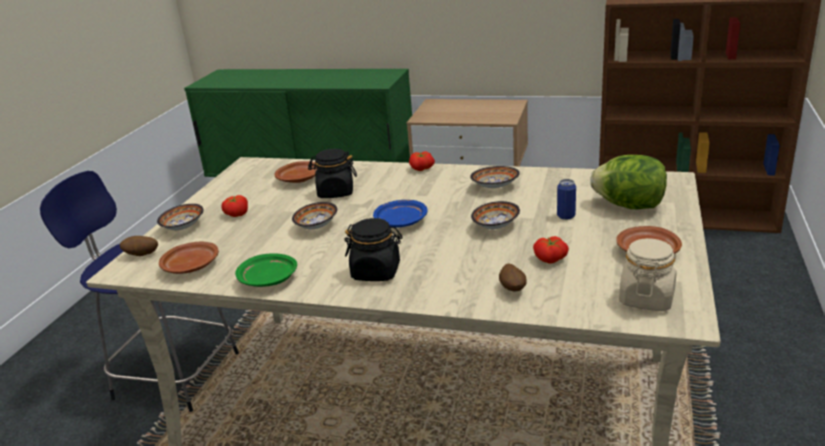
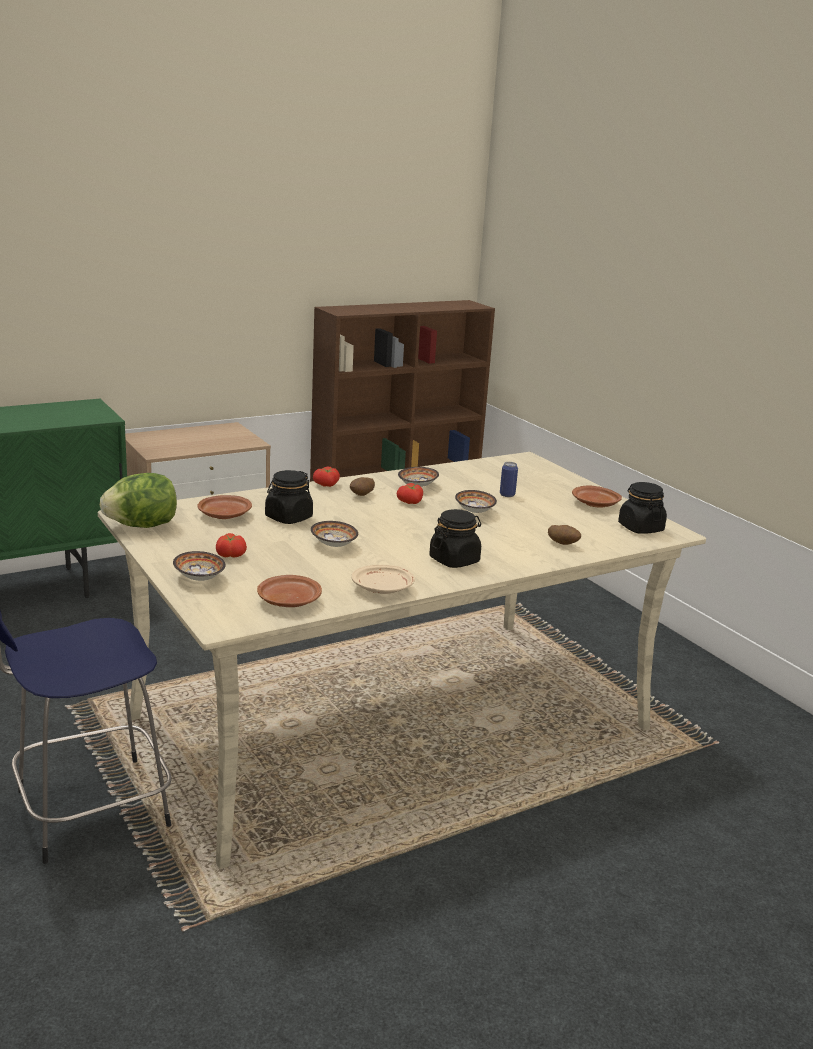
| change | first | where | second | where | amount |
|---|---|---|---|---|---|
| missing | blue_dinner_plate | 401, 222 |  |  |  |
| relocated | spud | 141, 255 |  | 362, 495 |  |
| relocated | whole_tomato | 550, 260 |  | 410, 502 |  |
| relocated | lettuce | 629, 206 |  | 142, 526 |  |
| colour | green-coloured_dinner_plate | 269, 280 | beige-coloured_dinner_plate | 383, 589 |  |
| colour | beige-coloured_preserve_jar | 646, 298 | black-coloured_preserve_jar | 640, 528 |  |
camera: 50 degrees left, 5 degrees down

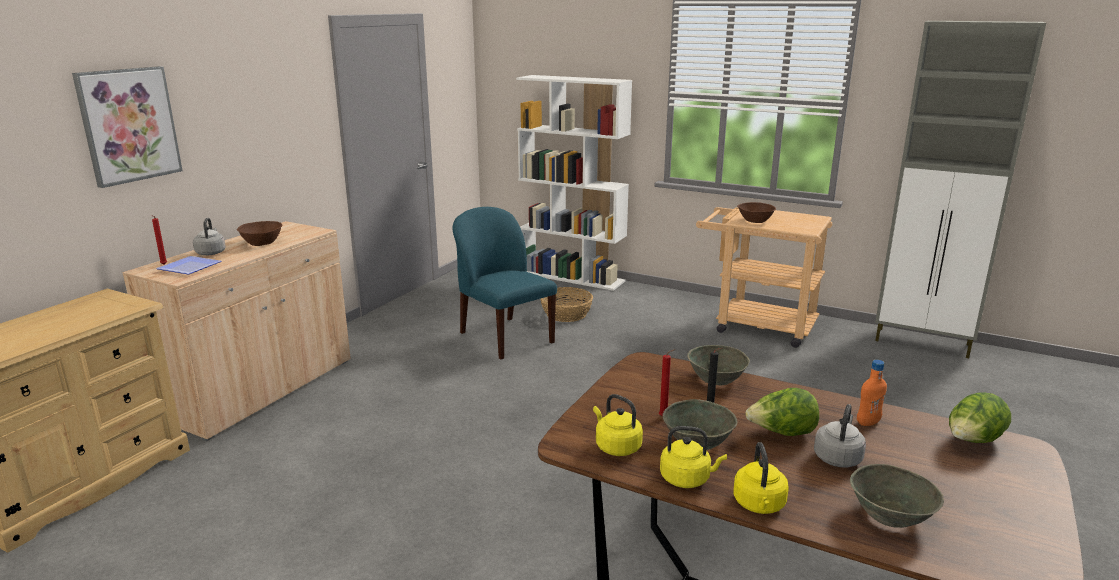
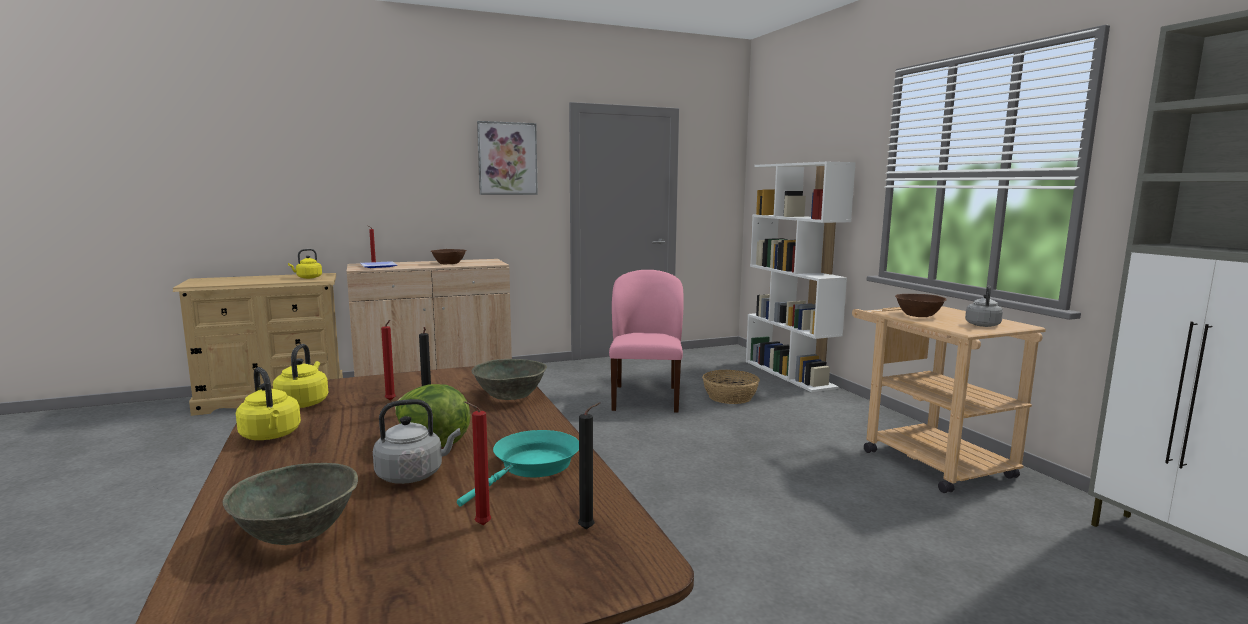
| change | first | where | second | where | amount |
|---|---|---|---|---|---|
| missing | gray_deep_dish | 698, 442 |  |  |  |
| appeared |  |  | red-coloured_wax_light | 480, 525 |  |
| relocated | wall_picture | 128, 125 |  | 507, 158 |  |
| relocated | gray_water_kettle | 211, 252 |  | 982, 324 |  |
| relocated | yellow_water_kettle | 759, 505 |  | 308, 278 |  |
| exchanged | orange-coloured_bottle | 868, 422 | blue-green_frying_pan | 532, 467 |  |
| exchanged | lettuce | 972, 442 | black-coloured_wax_light | 589, 529 |  |
| colour | blue_plain_chair | 505, 337 | pinkish_plain_chair | 645, 398 |  |
camera: 40 degrees right, 10 degrees down

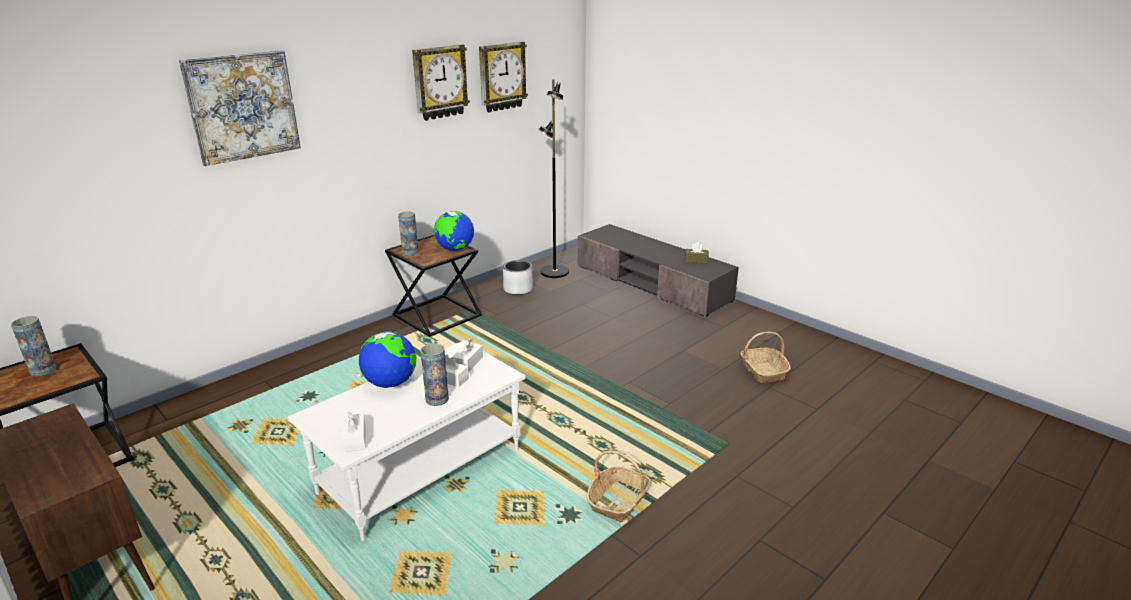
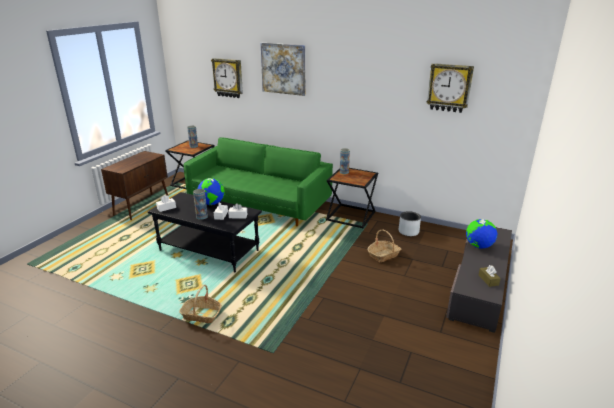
| change | first | where | second | where | amount |
|---|---|---|---|---|---|
| missing | black-coloured_standard_lamp | 554, 272 |  |  |  |
| appeared |  |  | green-coloured_sofa | 259, 204 |  |
| relocated | clock_on_the_wall | 439, 82 |  | 228, 78 |  |
| relocated | desk_globe | 455, 249 |  | 478, 246 |  |
| relocated | storage_basket | 762, 371 |  | 383, 255 |  |
| colour | white_low_table | 421, 470 | black-coloured_low_table | 210, 250 |  |
camera: 70 degrees right, 0 degrees up

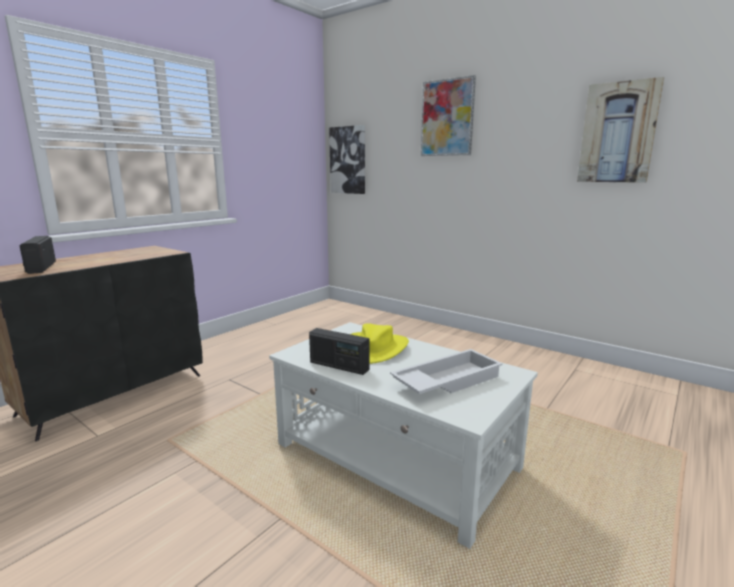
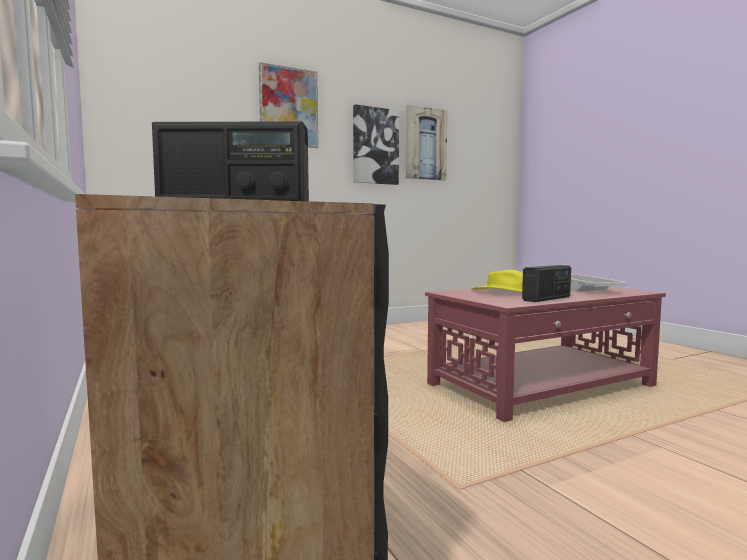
| change | first | where | second | where | amount |
|---|---|---|---|---|---|
| relocated | wall_picture | 348, 160 |  | 375, 146 |  |
| colour | white_low_table | 396, 457 | red-coloured_low_table | 542, 385 |  |
camera: 65 degrees left, 10 degrees down

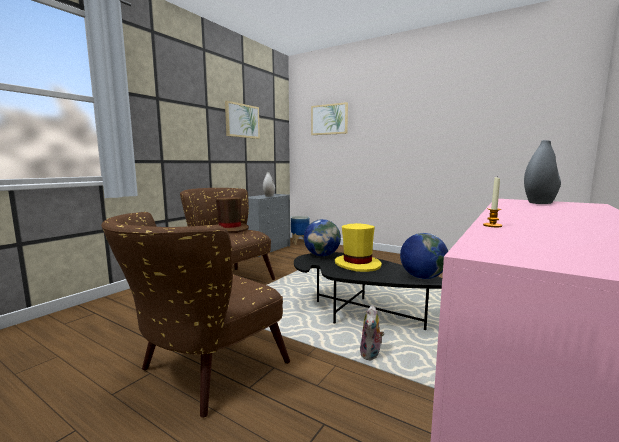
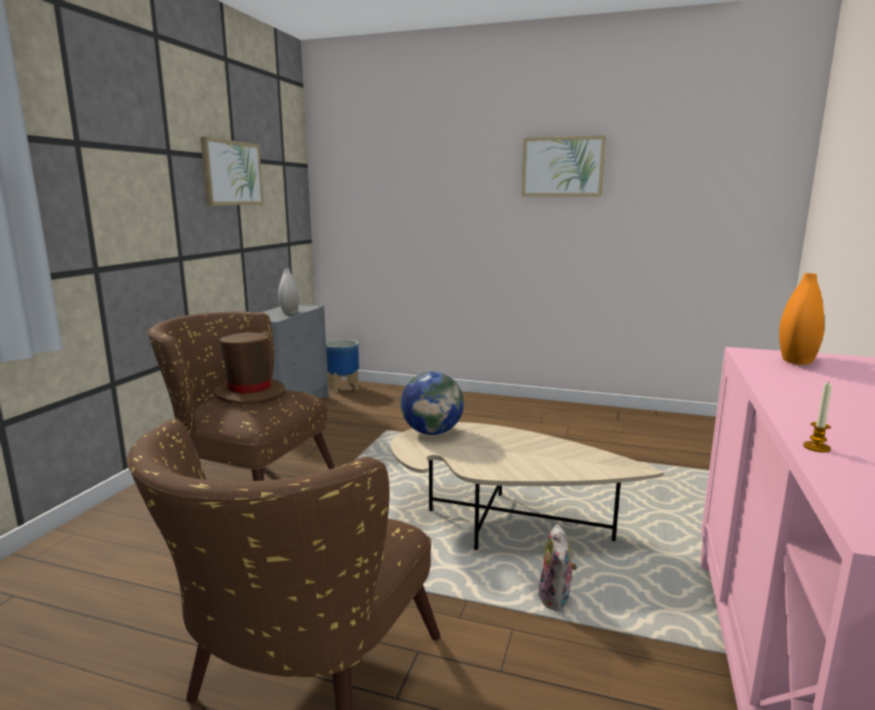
| change | first | where | second | where | amount |
|---|---|---|---|---|---|
| missing | yellow_clothing_hat | 357, 264 |  |  |  |
| missing | desk_globe | 422, 277 |  |  |  |
| relocated | wall_picture | 329, 119 |  | 562, 167 |  |
| colour | black-coloured_low_table | 357, 312 | beige-coloured_low_table | 502, 522 |  |
| colour | gray_flower_vase | 539, 202 | orange-coloured_flower_vase | 796, 360 |  |
camera: 15 degrees left, 5 degrees up

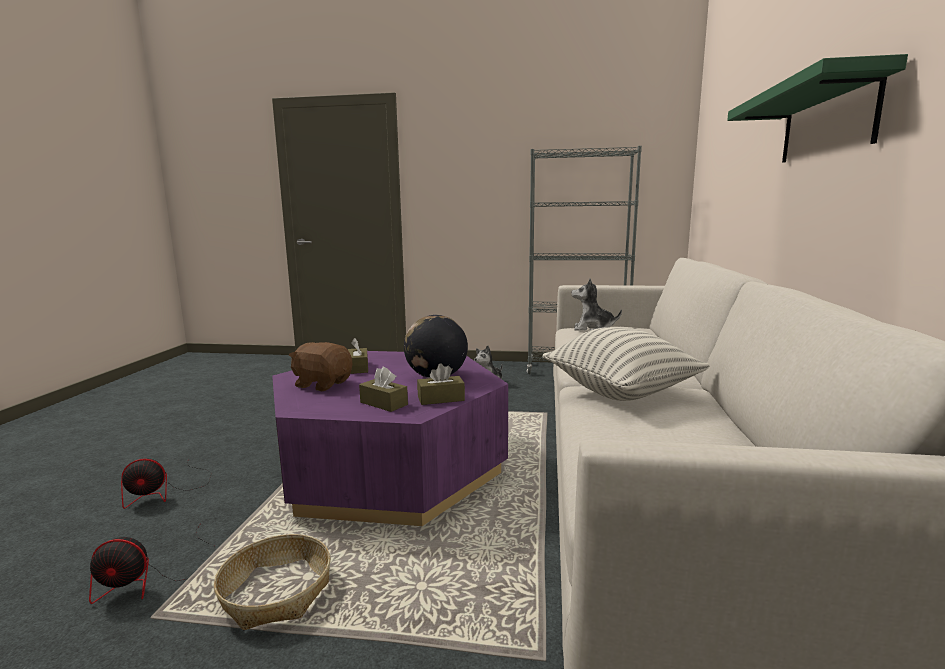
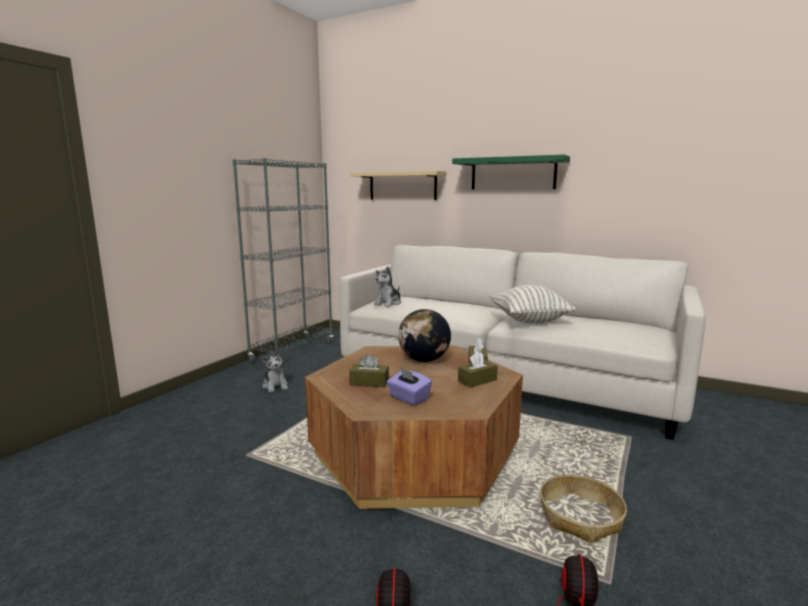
| change | first | where | second | where | amount |
|---|---|---|---|---|---|
| appeared |  |  | beige-coloured_shelf | 402, 186 |  |
| exchanged | brown_plush_toy | 322, 384 | purplish_tissue_box | 408, 398 |  |
| colour | purplish_low_table | 391, 467 | brown_low_table | 414, 453 |  |
camera: 70 degrees left, 0 degrees up

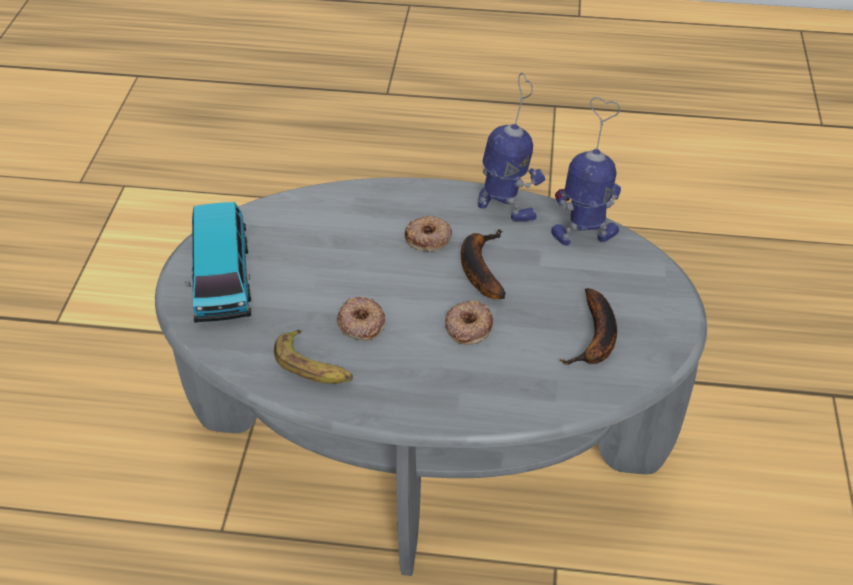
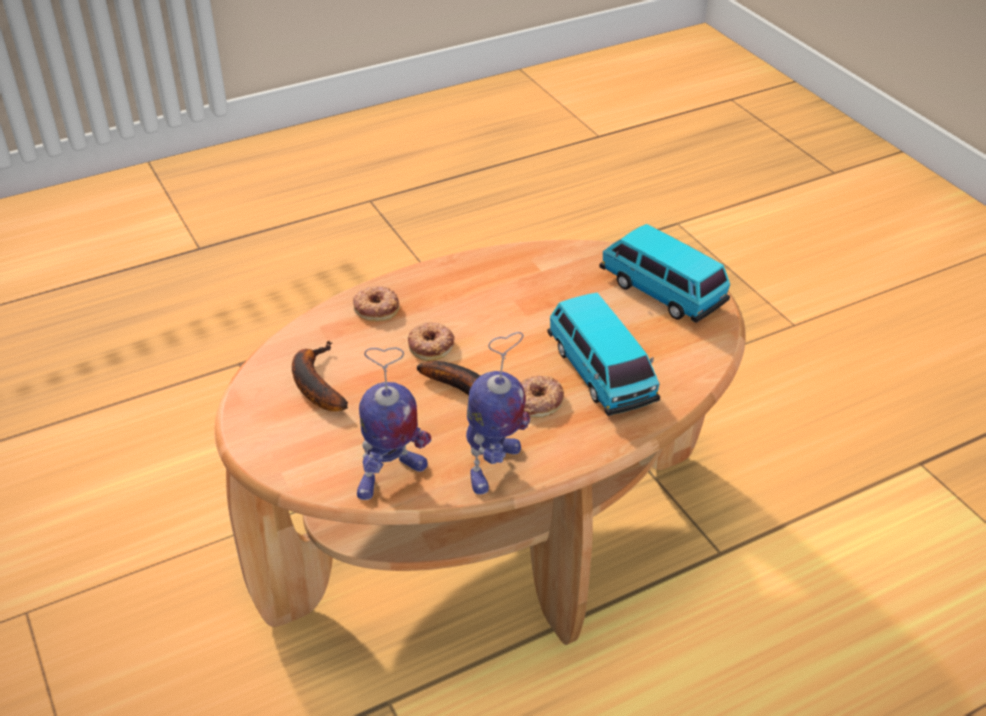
| change | first | where | second | where | amount |
|---|---|---|---|---|---|
| missing | banana | 313, 366 |  |  |  |
| appeared |  |  | toy_car | 601, 373 |  |
| relocated | donut | 361, 323 |  | 376, 307 |  |
| colour | gray_low_table | 427, 448 | brown_low_table | 492, 535 |  |
| spun | model_robot | 506, 208 |  | 493, 467 | 60 degrees counterclockwise |
camera: 145 degrees right, 5 degrees down

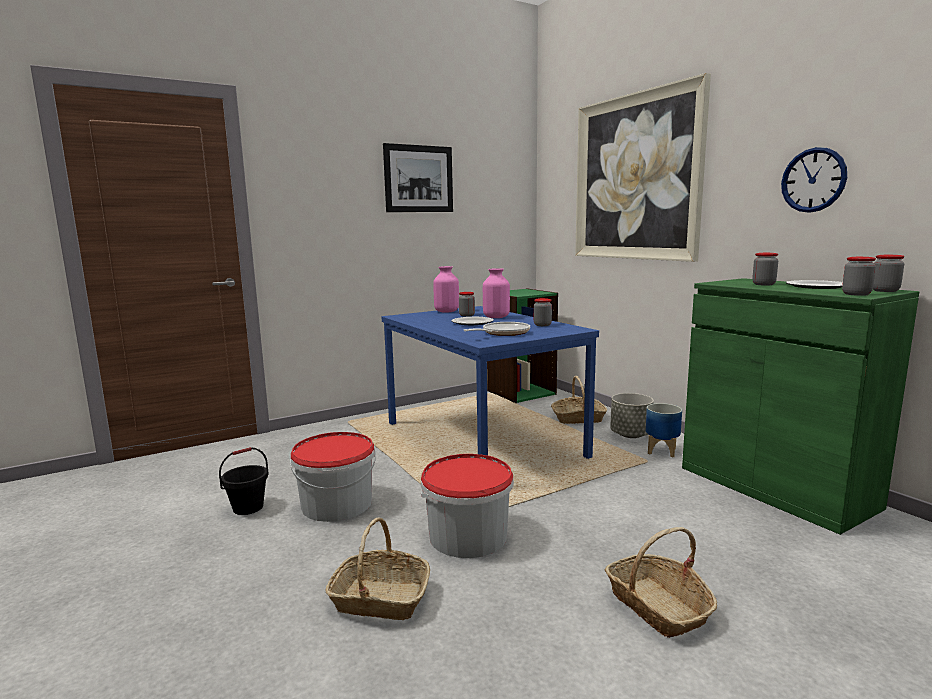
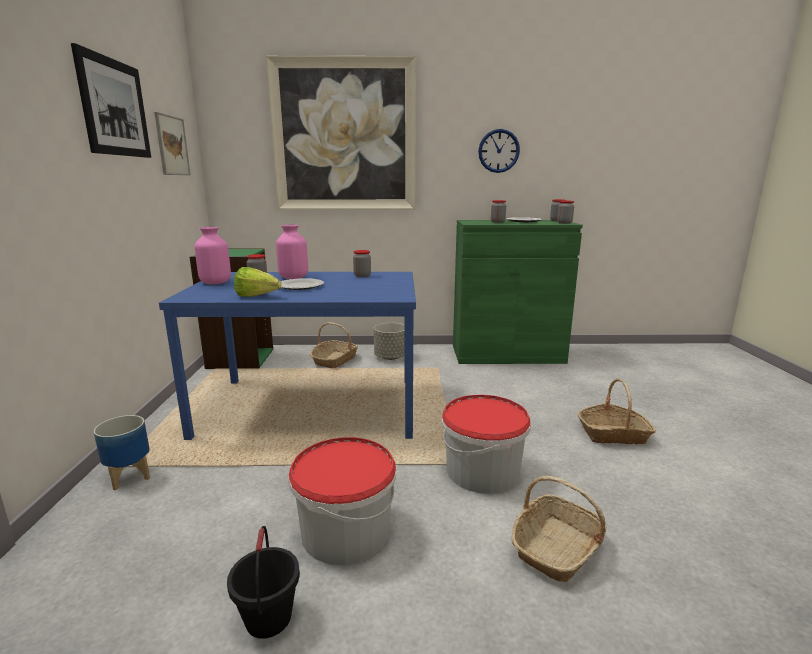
| change | first | where | second | where | amount |
|---|---|---|---|---|---|
| missing | frying_pan | 503, 333 |  |  |  |
| appeared |  |  | wall_picture | 172, 145 |  |
| appeared |  |  | lettuce | 260, 297 |  |
| relocated | flower_pot | 661, 451 |  | 129, 476 |  |
camera: 60 degrees left, 5 degrees up

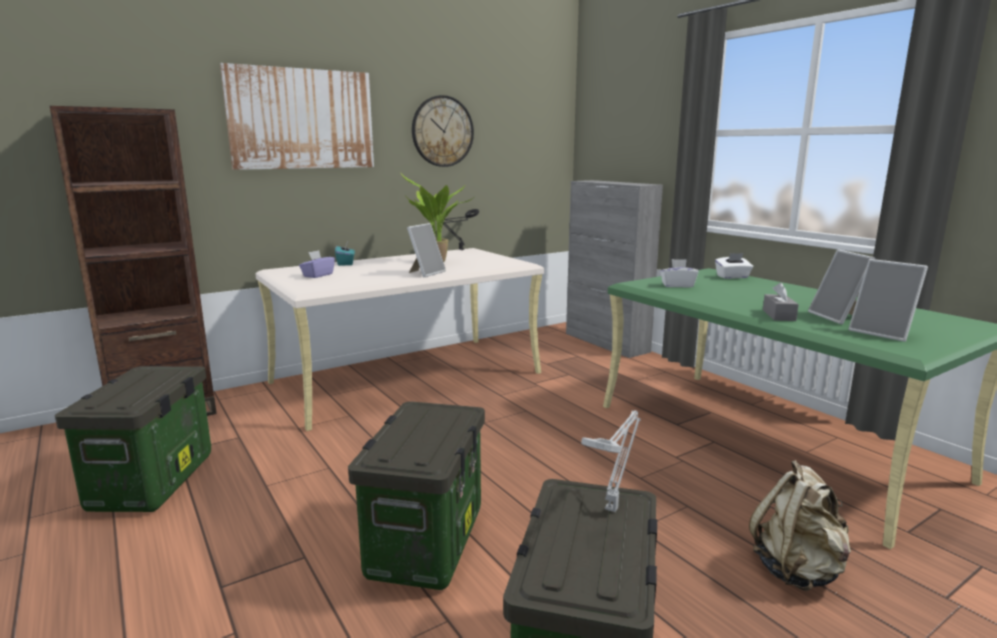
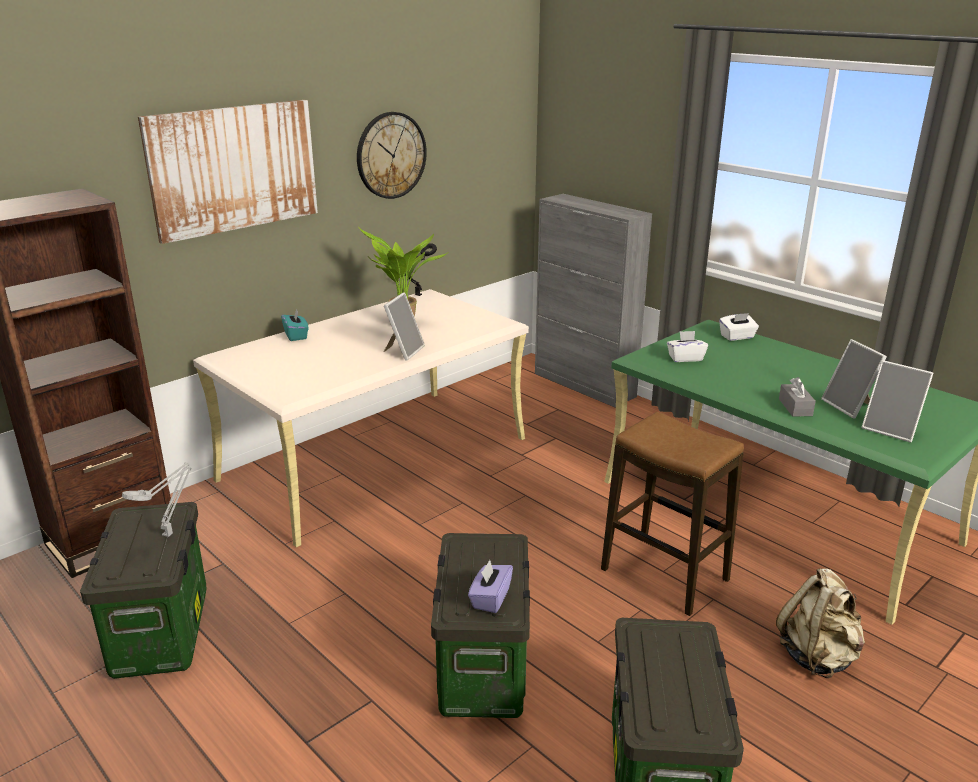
| change | first | where | second | where | amount |
|---|---|---|---|---|---|
| appeared |  |  | stool | 664, 575 |  |
| relocated | purplish_tissue_box | 318, 275 |  | 490, 598 |  |
| relocated | gray_tabletop_lamp | 612, 507 |  | 169, 533 |  |
camera: 10 degrees left, 10 degrees up

